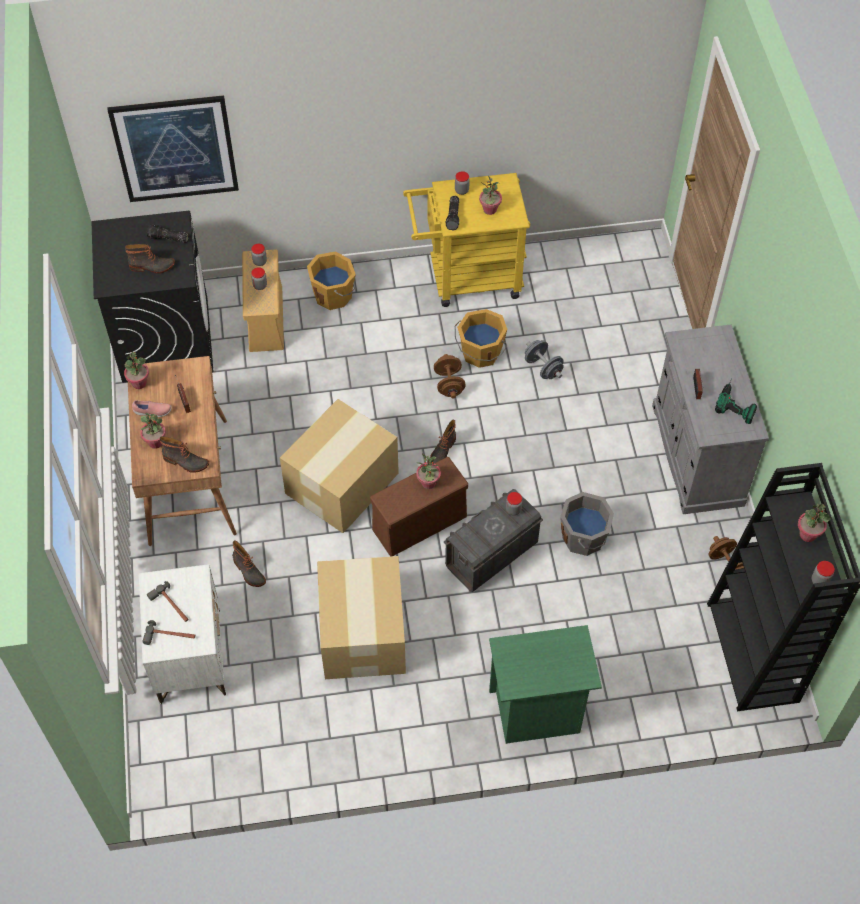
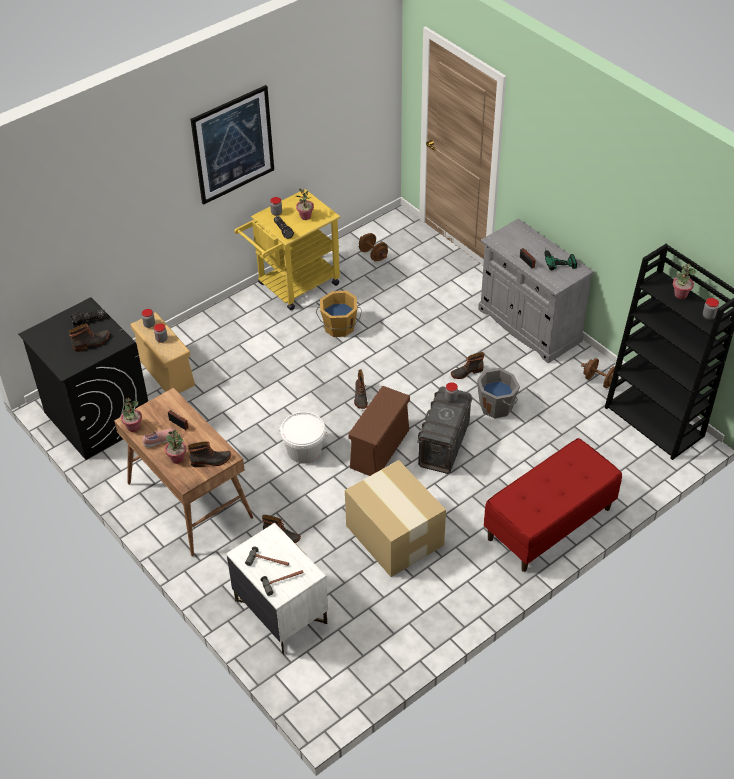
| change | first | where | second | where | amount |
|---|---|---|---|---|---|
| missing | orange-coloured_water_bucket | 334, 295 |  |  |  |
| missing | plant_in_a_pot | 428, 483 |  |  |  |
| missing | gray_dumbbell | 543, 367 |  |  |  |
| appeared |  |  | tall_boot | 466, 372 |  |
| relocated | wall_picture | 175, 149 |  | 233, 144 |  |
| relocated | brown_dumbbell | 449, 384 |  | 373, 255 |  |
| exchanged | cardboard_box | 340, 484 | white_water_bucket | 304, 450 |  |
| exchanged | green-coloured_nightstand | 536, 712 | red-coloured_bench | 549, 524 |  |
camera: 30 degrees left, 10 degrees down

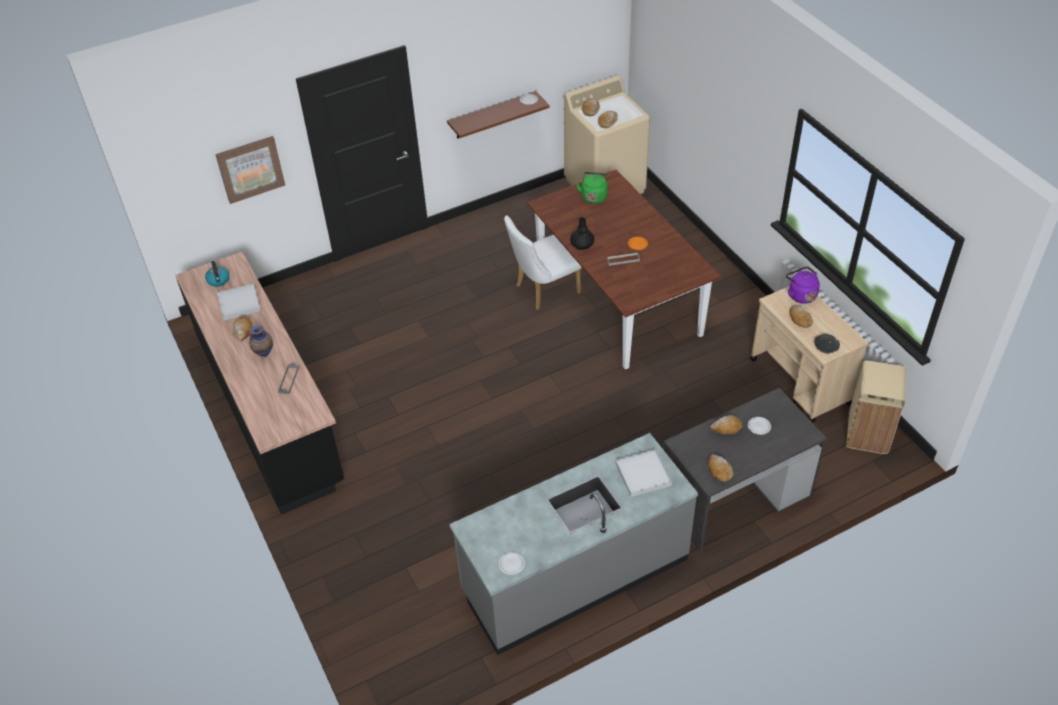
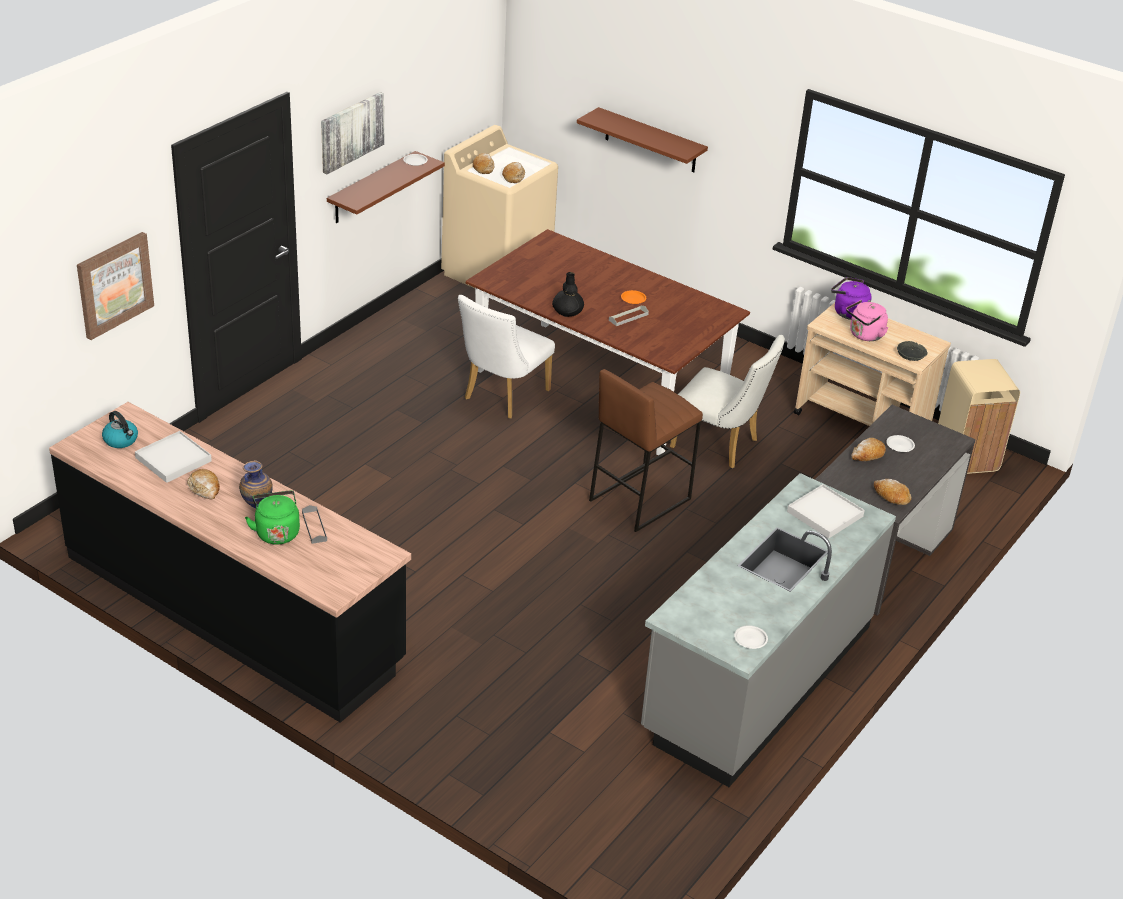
| change | first | where | second | where | amount |
|---|---|---|---|---|---|
| appeared |  |  | wall_picture | 351, 132 |  |
| appeared |  |  | brown_shelf | 651, 141 |  |
| appeared |  |  | brown_stool | 639, 499 |  |
| appeared |  |  | white_plain_chair | 720, 445 |  |
| relocated | green-coloured_water_kettle | 594, 196 |  | 276, 532 |  |
| exchanged | baked_bread | 799, 319 | pinkish_water_kettle | 864, 335 |  |
camera: 30 degrees left, 10 degrees down

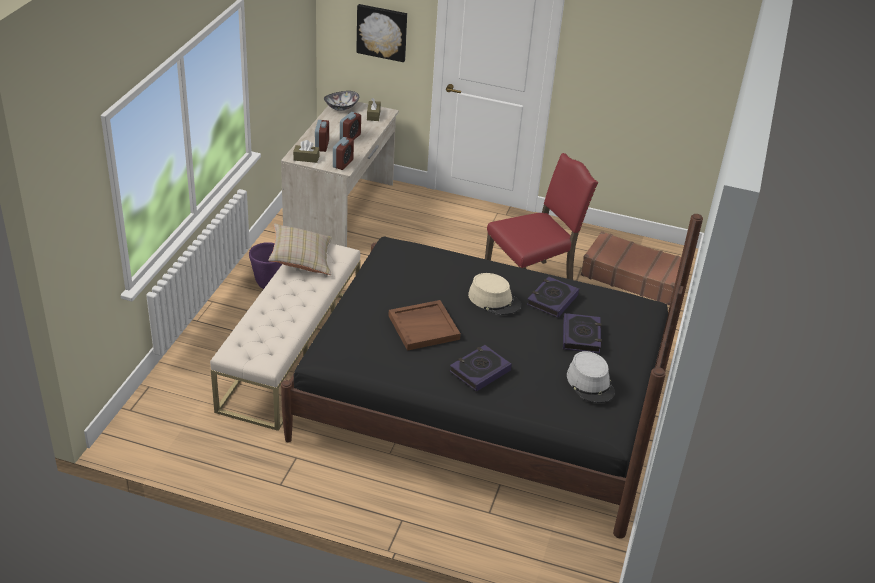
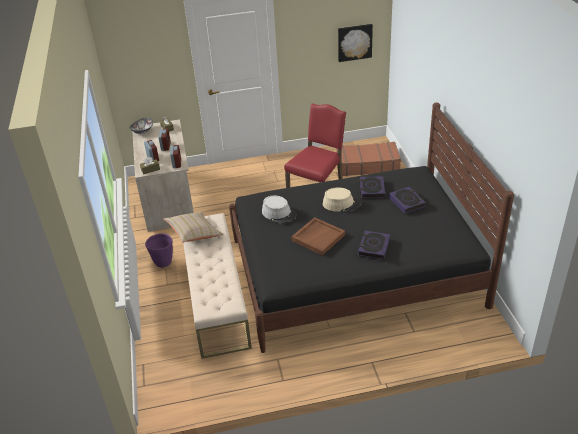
| change | first | where | second | where | amount |
|---|---|---|---|---|---|
| relocated | wall_picture | 382, 32 |  | 354, 42 |  |
| relocated | gray_clothing_hat | 590, 384 |  | 279, 214 |  |
camera: 25 degrees left, 0 degrees up

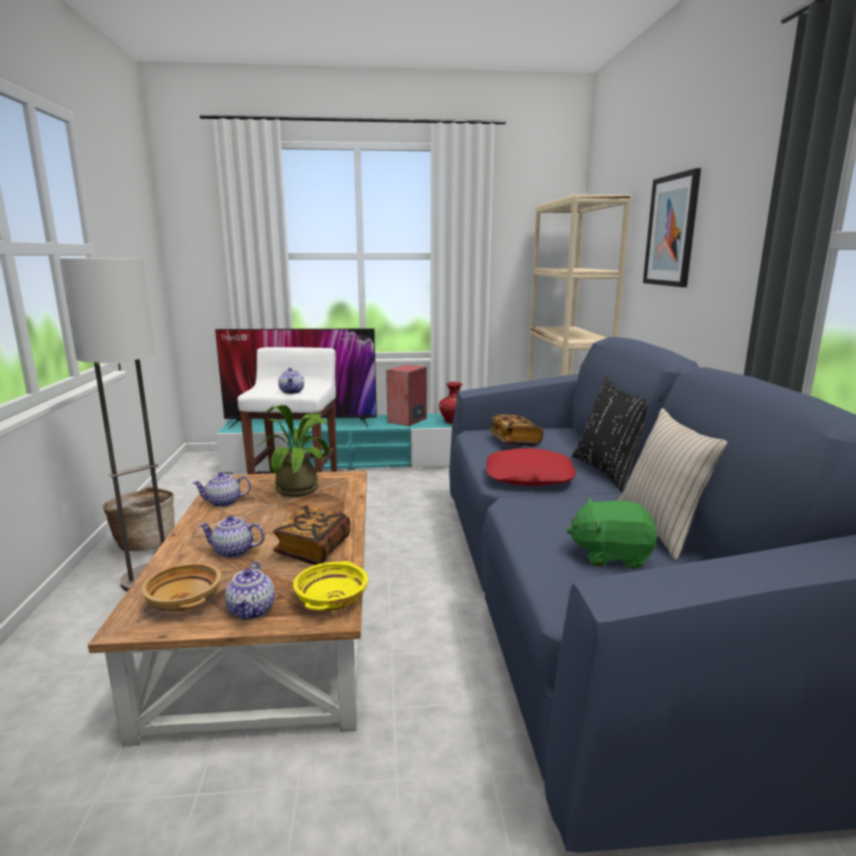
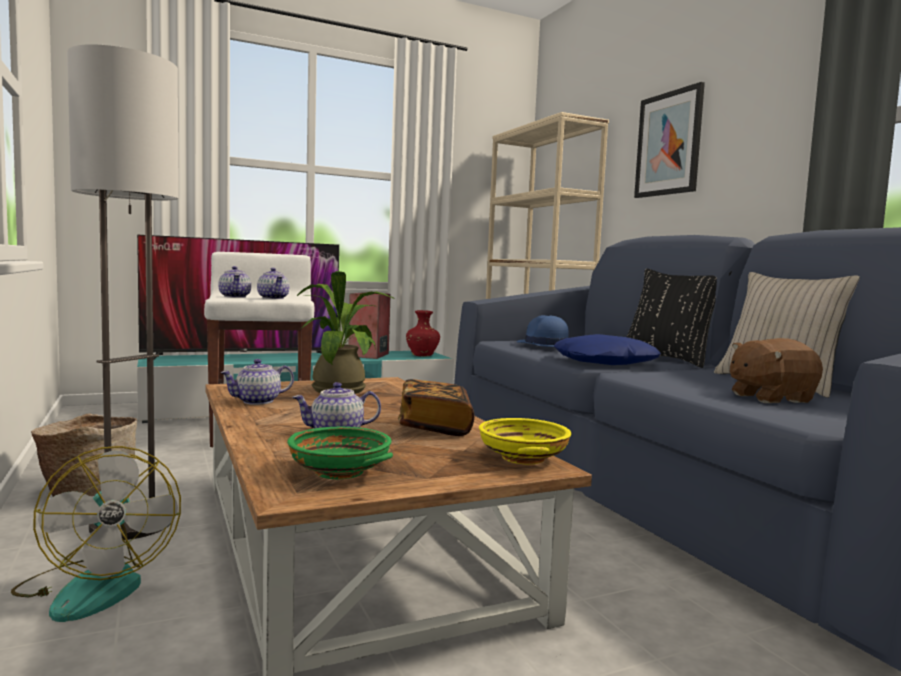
| change | first | where | second | where | amount |
|---|---|---|---|---|---|
| appeared |  |  | electric_fan | 95, 585 |  |
| relocated | pot_for_tea | 252, 611 |  | 235, 297 |  |
| exchanged | bound_book | 514, 441 | blue_clothing_hat | 546, 345 |  |
| colour | beige-coloured_deep_dish | 185, 602 | green-coloured_deep_dish | 340, 471 |  |
| colour | red-coloured_throw_pillow | 529, 477 | blue_throw_pillow | 605, 362 |  |
| colour | green-coloured_plush_toy | 610, 555 | brown_plush_toy | 770, 398 |  |
camera: 20 degrees left, 10 degrees down

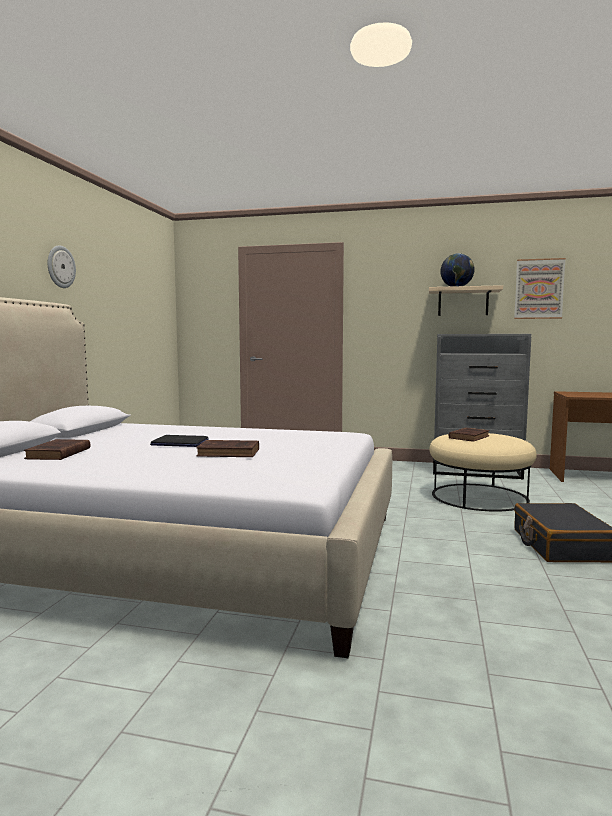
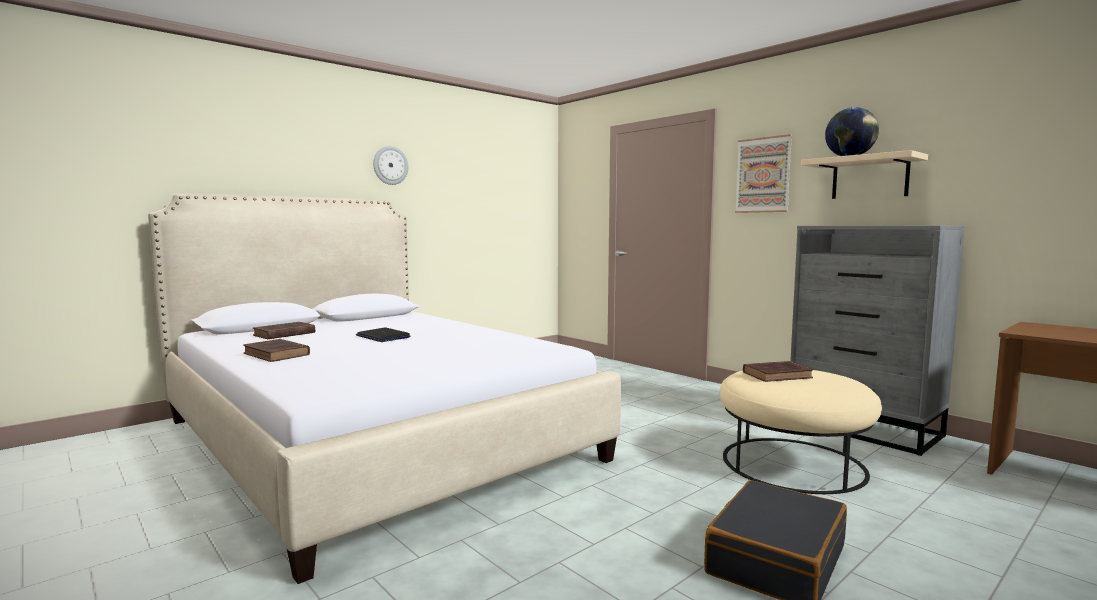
| change | first | where | second | where | amount |
|---|---|---|---|---|---|
| relocated | brown_bound_book | 230, 453 |  | 277, 354 |  |
| relocated | wall_picture | 539, 289 |  | 763, 175 |  |
camera: 35 degrees right, 0 degrees up

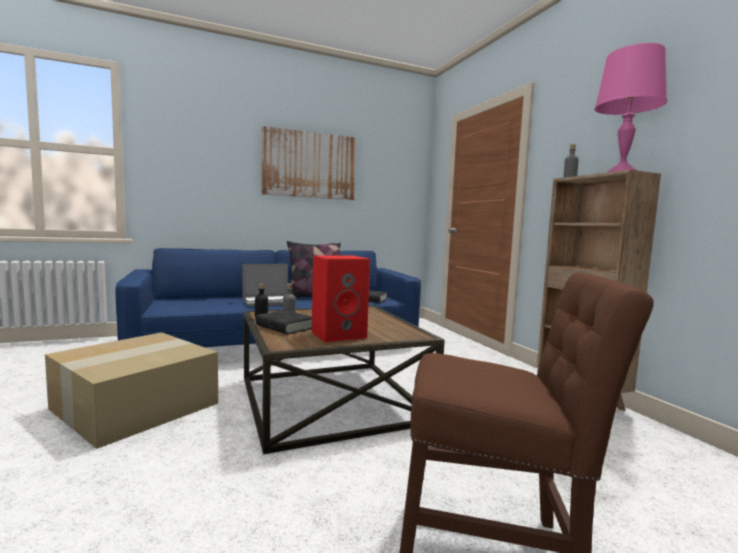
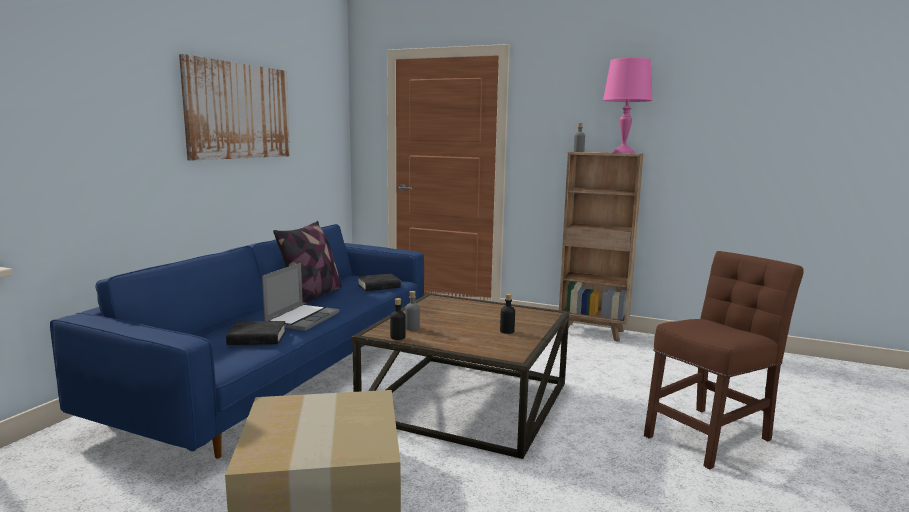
| change | first | where | second | where | amount |
|---|---|---|---|---|---|
| relocated | black-coloured_bound_book | 285, 327 |  | 257, 338 |  |
| exchanged | red-coloured_audio_speaker | 339, 334 | black-coloured_bottle | 507, 331 |  |
camera: 45 degrees left, 5 degrees up

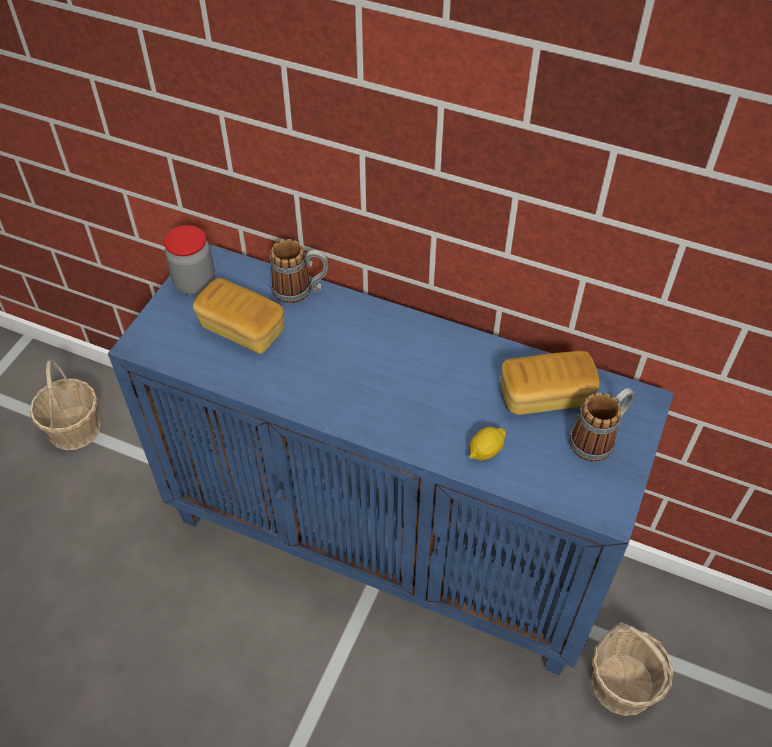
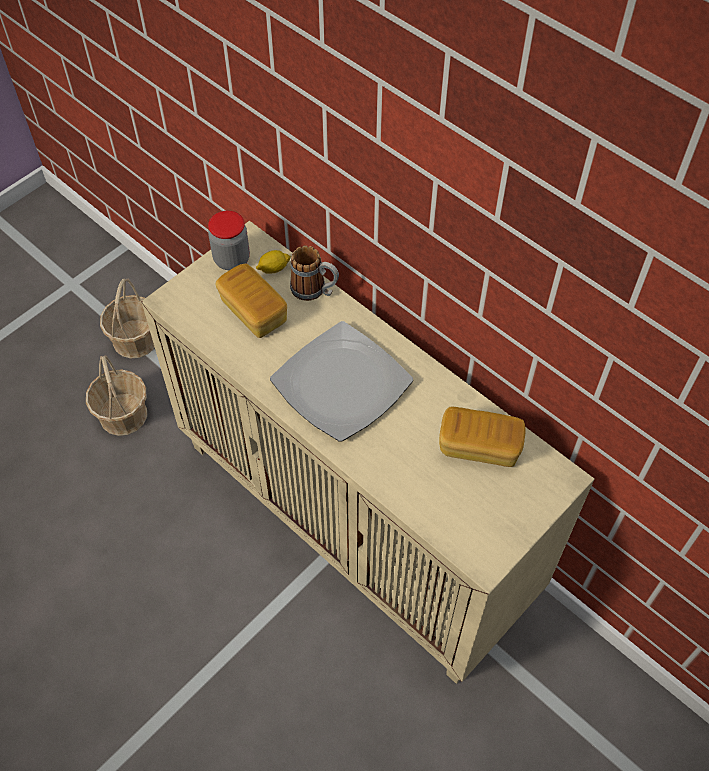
| change | first | where | second | where | amount |
|---|---|---|---|---|---|
| missing | coffee_mug | 598, 439 |  |  |  |
| appeared |  |  | dinner_plate | 341, 383 |  |
| relocated | whole_lemon | 485, 451 |  | 273, 268 |  |
| relocated | storage_basket | 622, 683 |  | 123, 414 |  |
| colour | blue_storage_cabinet | 389, 542 | beige-coloured_storage_cabinet | 358, 521 |  |
camera: 20 degrees right, 5 degrees up

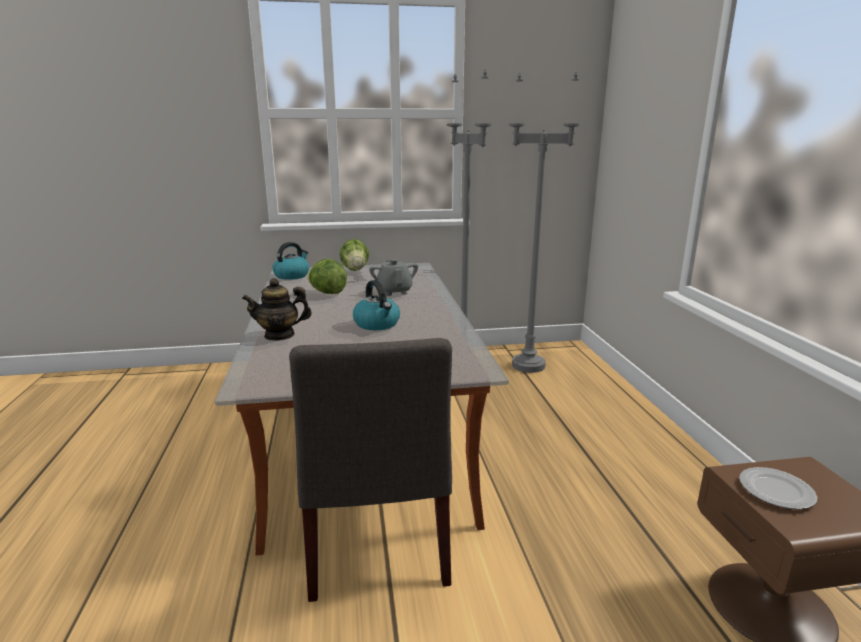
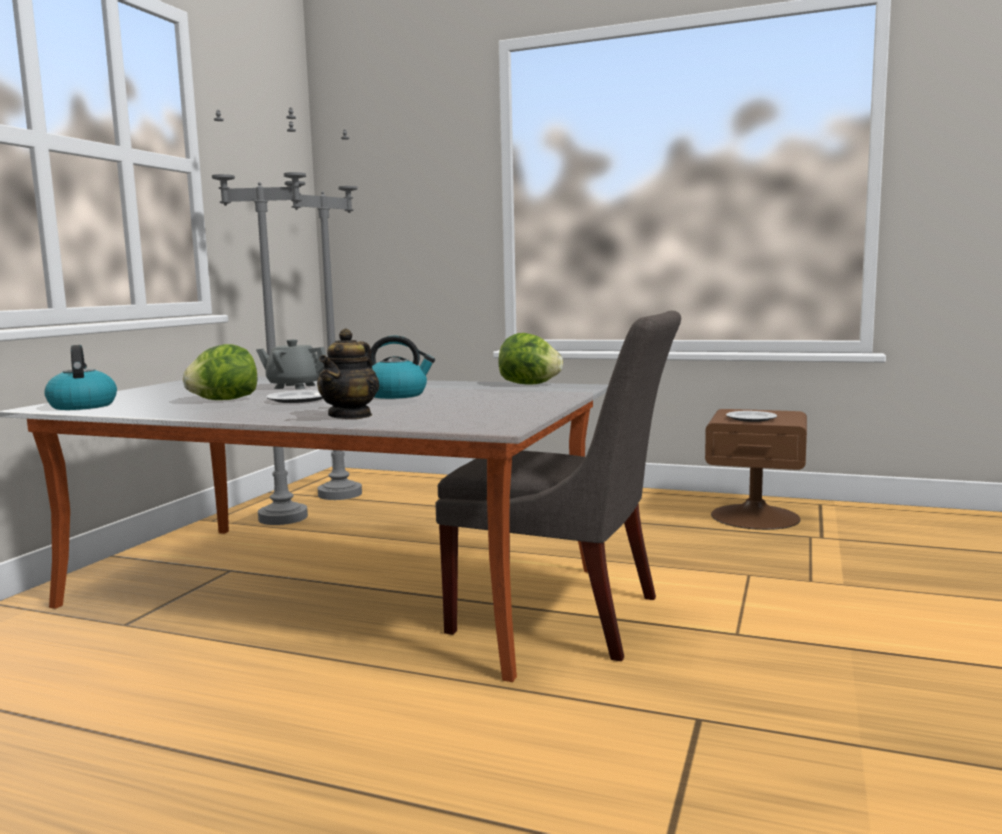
| change | first | where | second | where | amount |
|---|---|---|---|---|---|
| appeared |  |  | dinner_plate | 299, 399 |  |
| relocated | lettuce | 355, 270 |  | 529, 384 |  |
camera: 60 degrees left, 10 degrees down

